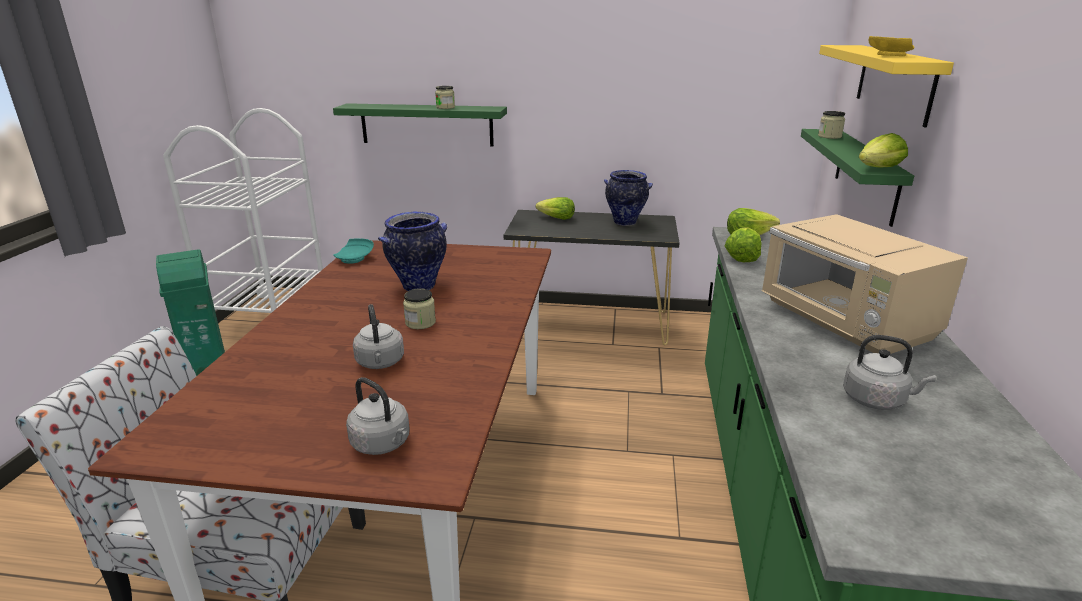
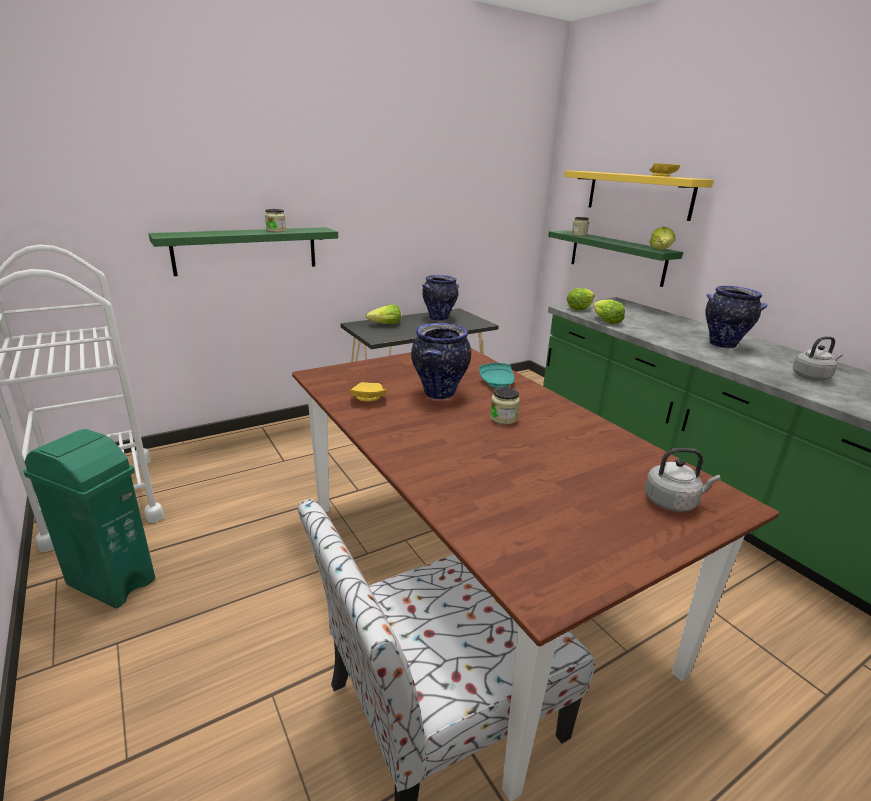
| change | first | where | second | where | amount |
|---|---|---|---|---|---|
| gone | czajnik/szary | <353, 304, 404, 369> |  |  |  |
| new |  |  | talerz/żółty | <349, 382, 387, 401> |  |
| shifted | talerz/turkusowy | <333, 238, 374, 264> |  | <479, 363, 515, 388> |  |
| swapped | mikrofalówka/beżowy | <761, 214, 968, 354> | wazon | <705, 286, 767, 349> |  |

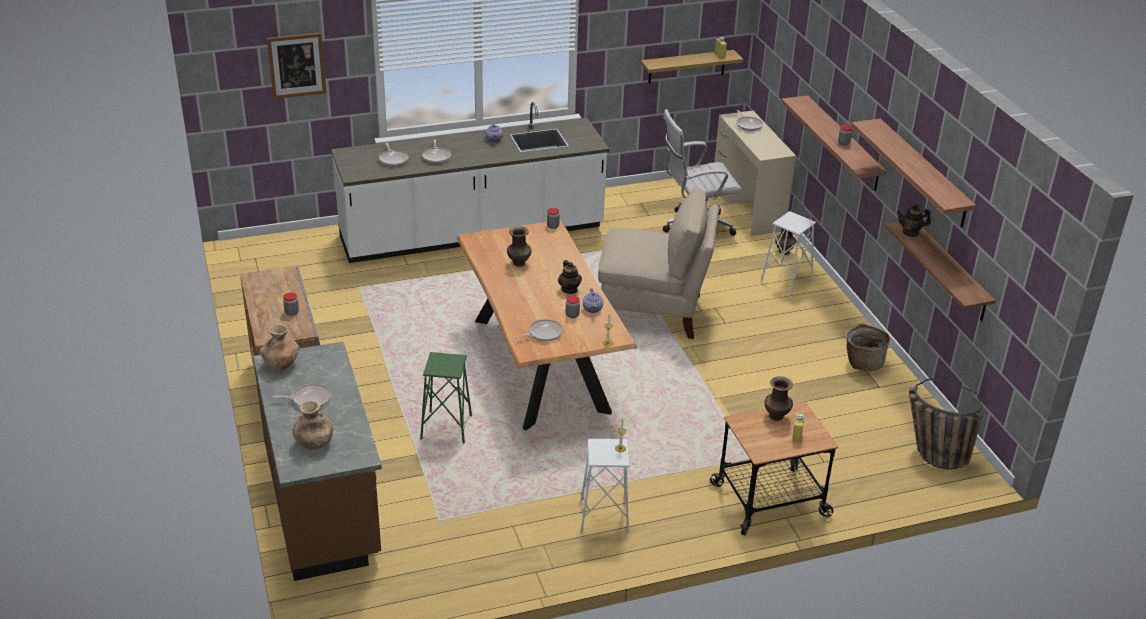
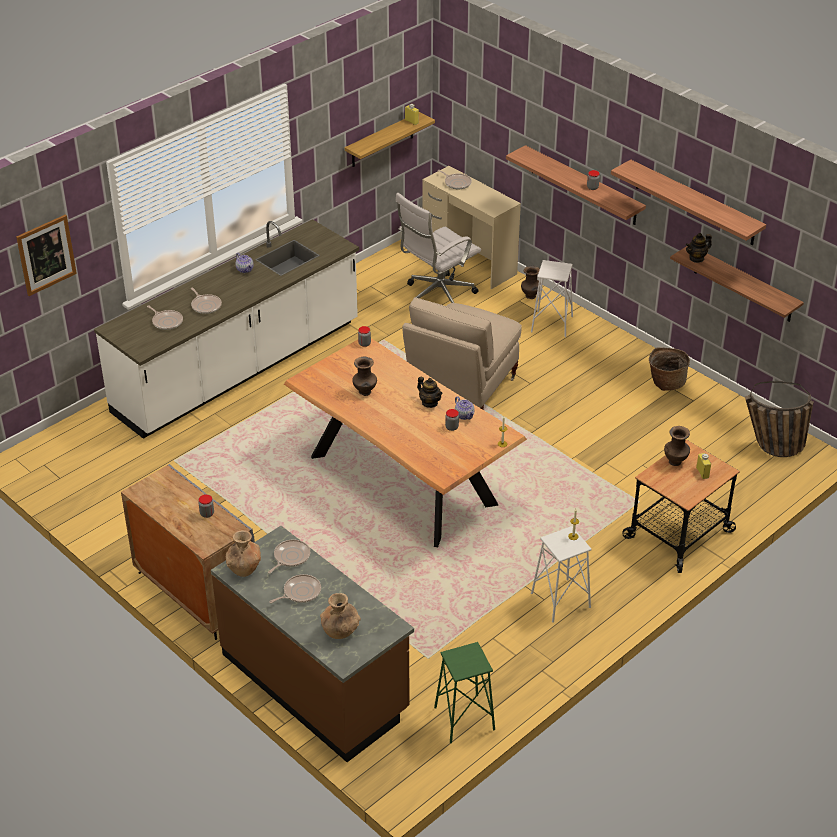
| change | first | where | second | where | amount |
|---|---|---|---|---|---|
| shifted | stołek/zielony | <420, 352, 472, 444> |  | <434, 642, 495, 743> |  |
| shifted | patelnia | <514, 319, 563, 341> |  | <268, 539, 310, 574> |  |
| rotated | krzesło/beżowy | <598, 187, 719, 339> |  | <402, 297, 522, 410> | 135 degrees clockwise |

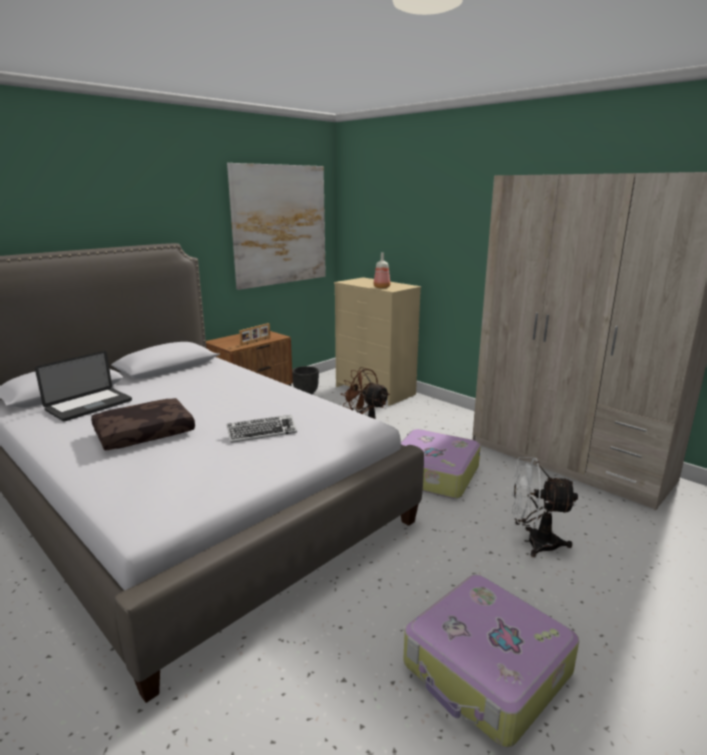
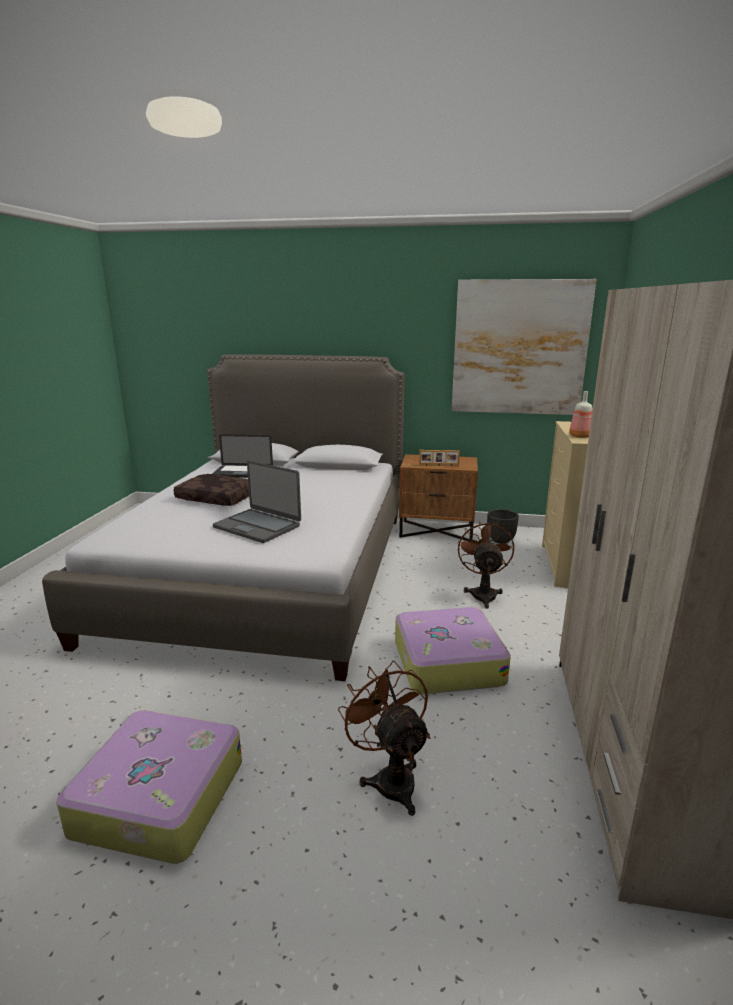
| change | first | where | second | where | amount |
|---|---|---|---|---|---|
| swapped | klawiatura | <227, 415, 297, 443> | laptop | <213, 460, 301, 543> |  |
| repainted | wentylator/biały | <512, 457, 578, 557> | wentylator/brązowy | <338, 661, 430, 816> |  |

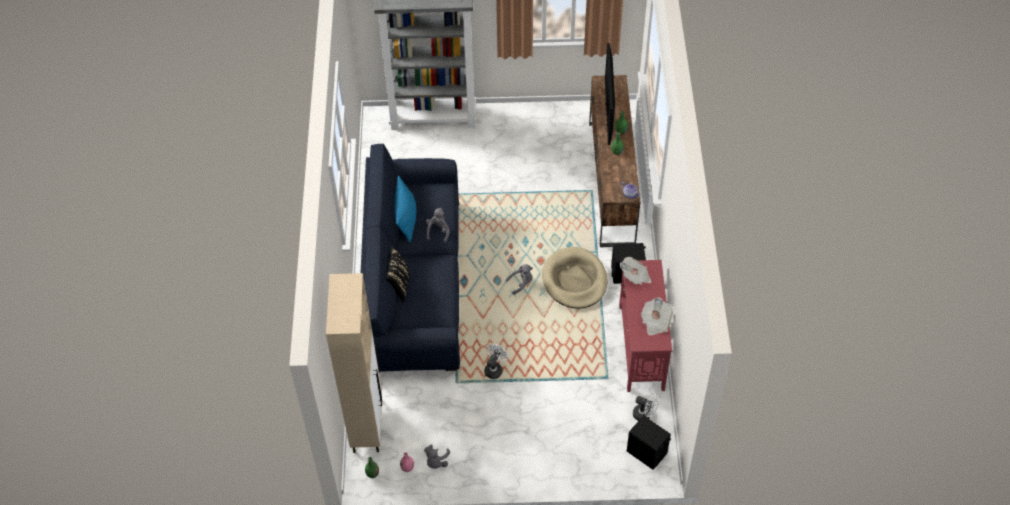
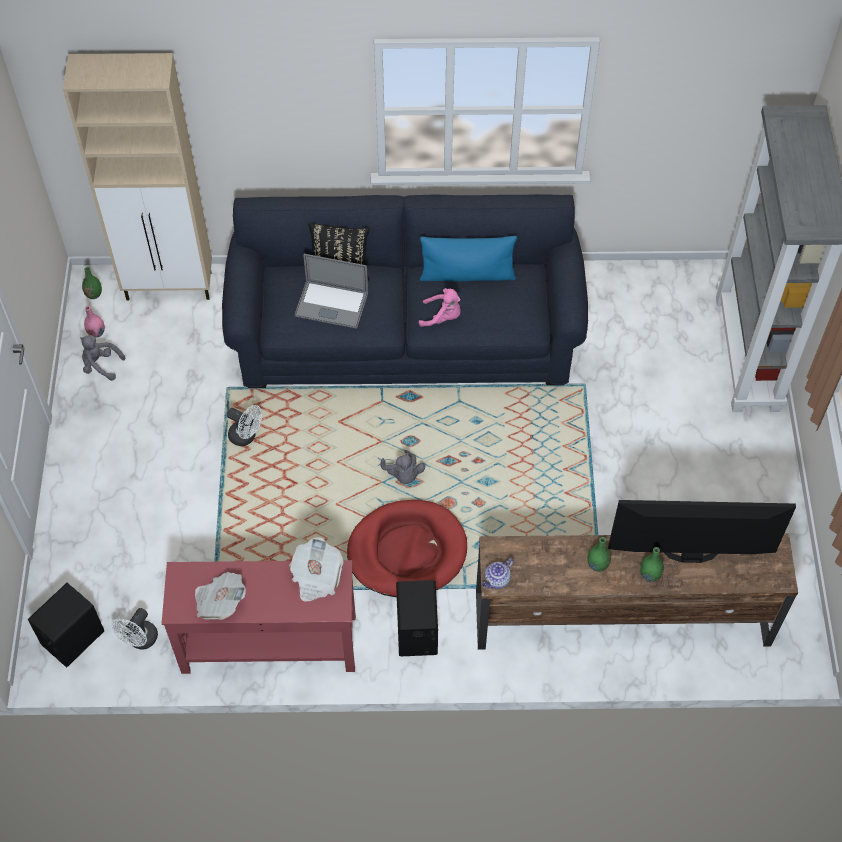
| change | first | where | second | where | amount |
|---|---|---|---|---|---|
| new |  |  | laptop | <295, 254, 368, 329> |  |
| repainted | pluszak/szary | <426, 208, 450, 243> | pluszak/różowy | <419, 288, 461, 327> |  |
| repainted | legowisko/beżowy | <542, 247, 608, 309> | legowisko/czerwony | <347, 500, 467, 597> |  |

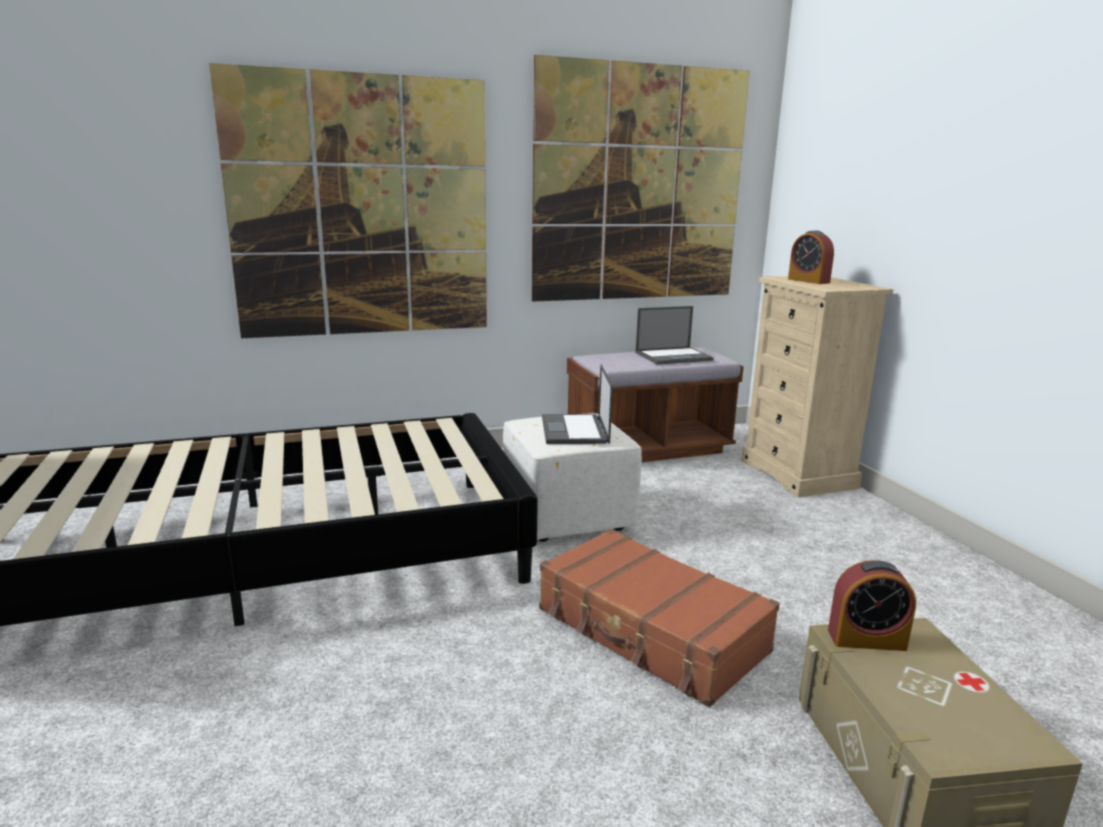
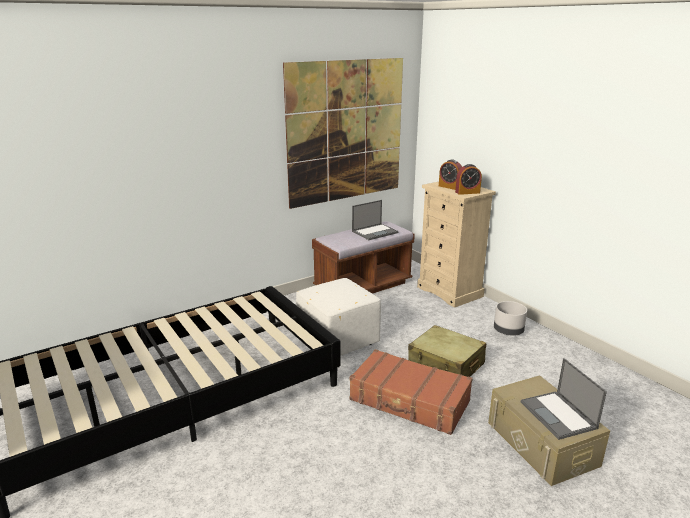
| change | first | where | second | where | amount |
|---|---|---|---|---|---|
| gone | obraz | <209, 63, 487, 338> |  |  |  |
| new |  |  | walizka/beżowy | <408, 325, 486, 377> |  |
| new |  |  | donica/szary | <494, 301, 527, 336> |  |
| shifted | laptop | <542, 365, 613, 444> |  | <521, 358, 607, 440> |  |
| shifted | budzik | <828, 560, 916, 651> |  | <455, 164, 482, 195> |  |

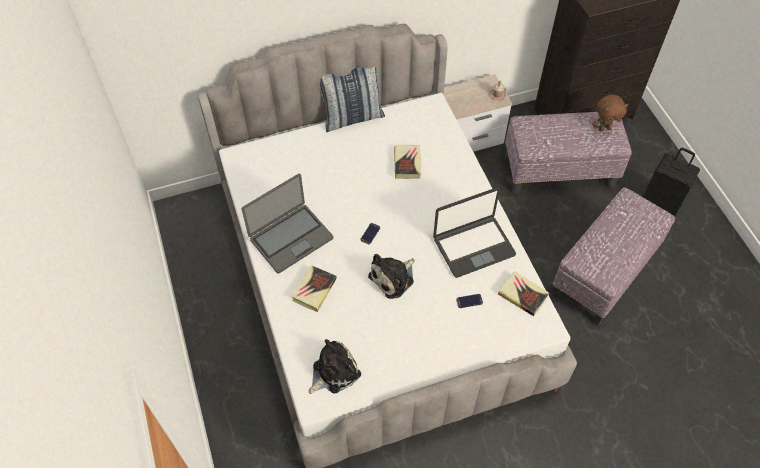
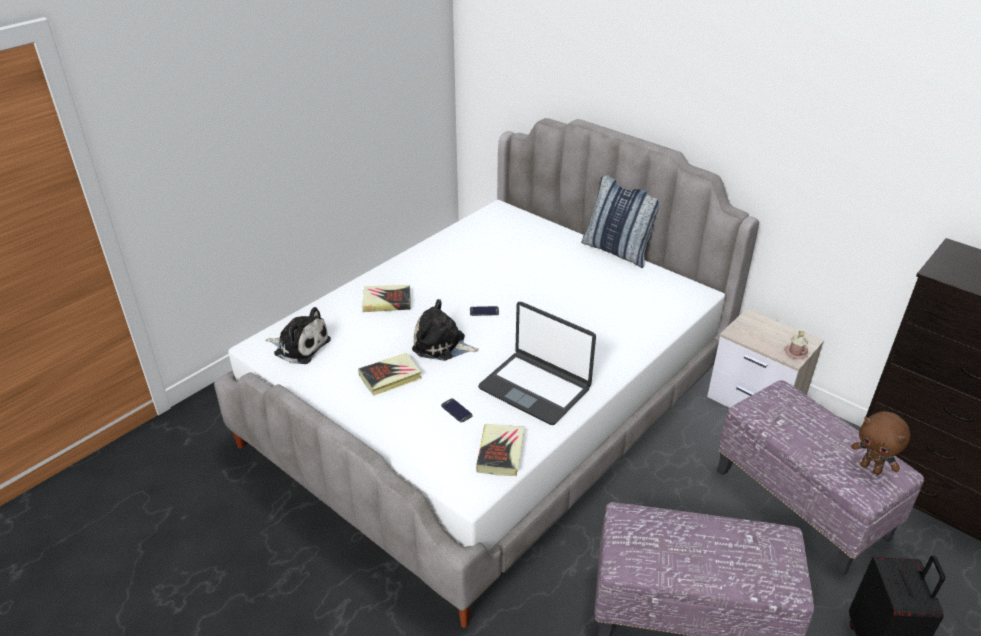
| change | first | where | second | where | amount |
|---|---|---|---|---|---|
| gone | laptop | <241, 174, 333, 273> |  |  |  |
| shifted | książka | <394, 145, 421, 179> |  | <358, 353, 422, 395> |  |

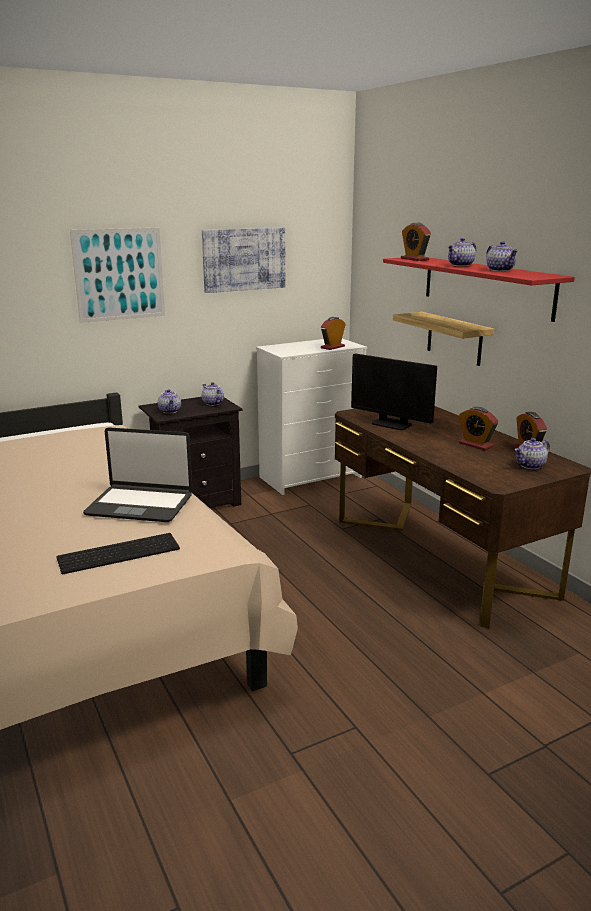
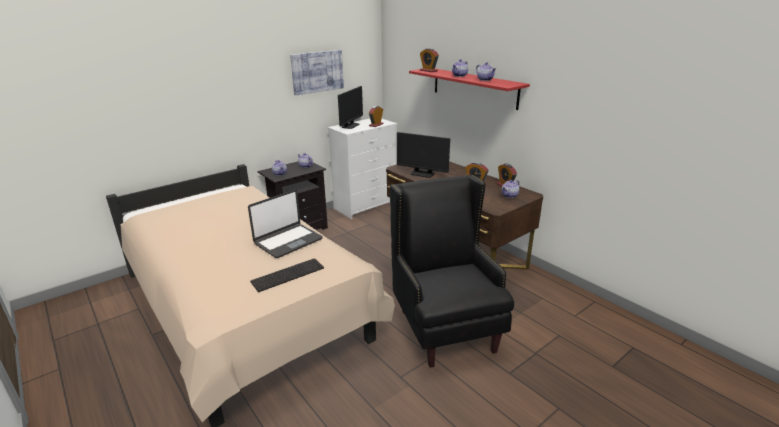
| change | first | where | second | where | amount |
|---|---|---|---|---|---|
| gone | obraz | <70, 228, 165, 323> |  |  |  |
| gone | półka | <393, 312, 494, 366> |  |  |  |
| new |  |  | monitor | <338, 86, 363, 129> |  |
| new |  |  | fotel/czarny | <390, 175, 514, 368> |  |
| rotated | laptop | <83, 427, 193, 522> |  | <248, 190, 323, 258> | 45 degrees counterclockwise |

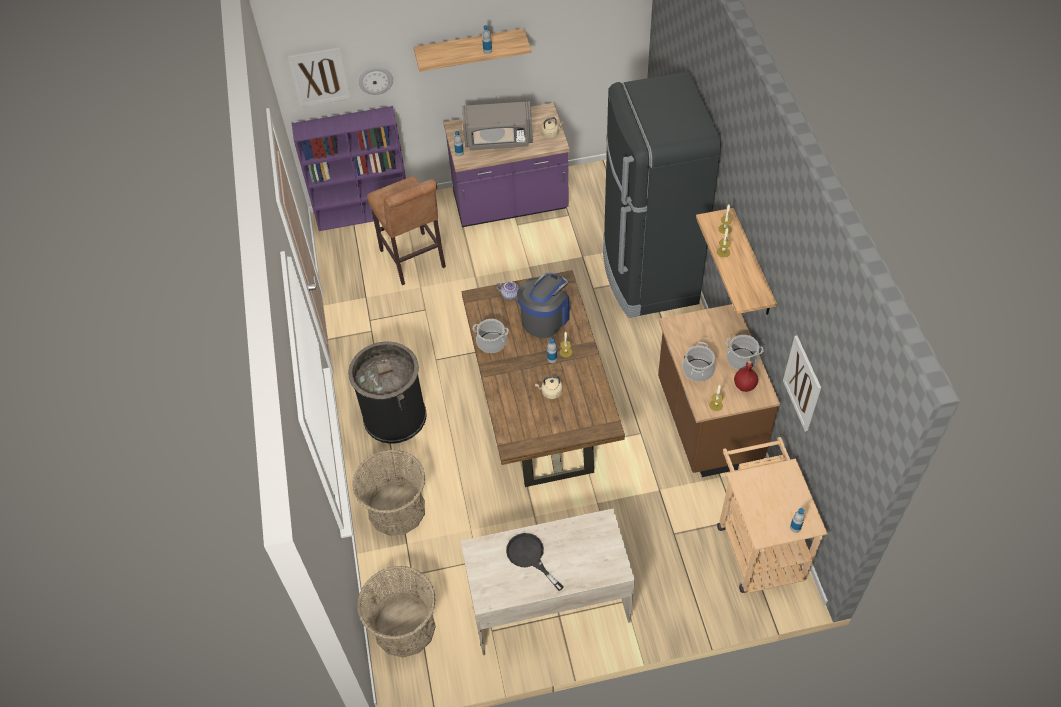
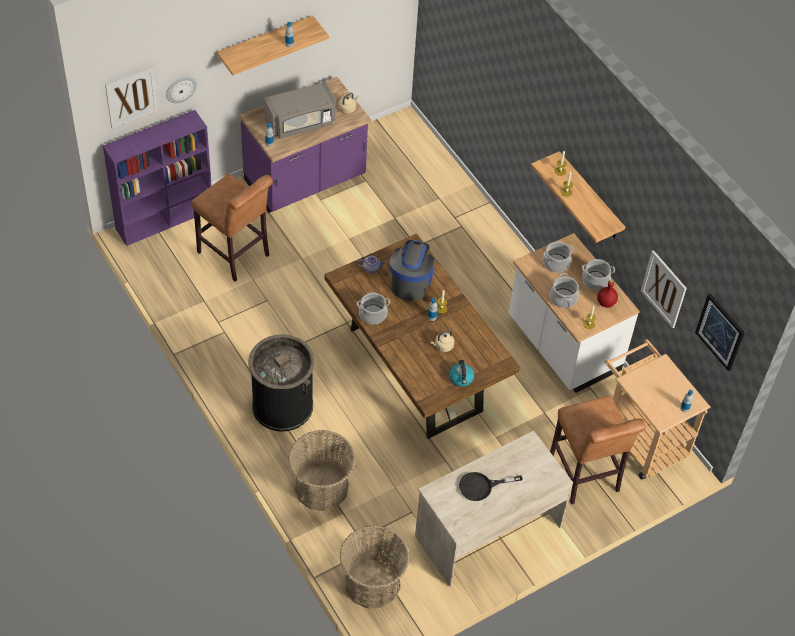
| change | first | where | second | where | amount |
|---|---|---|---|---|---|
| gone | lodówka/czarny | <603, 72, 721, 318> |  |  |  |
| new |  |  | czajnik | <449, 360, 474, 387> |  |
| new |  |  | garnek | <543, 241, 574, 273> |  |
| new |  |  | stołek/brązowy | <550, 395, 646, 504> |  |
| new |  |  | obraz | <695, 293, 745, 371> |  |
| repainted | zabudowa kuchenna/brązowy | <658, 304, 780, 477> | zabudowa kuchenna/biały | <509, 233, 640, 393> |  |
| rotated | patelnia/czarny | <506, 533, 564, 591> |  | <459, 472, 523, 501> | 45 degrees counterclockwise |

